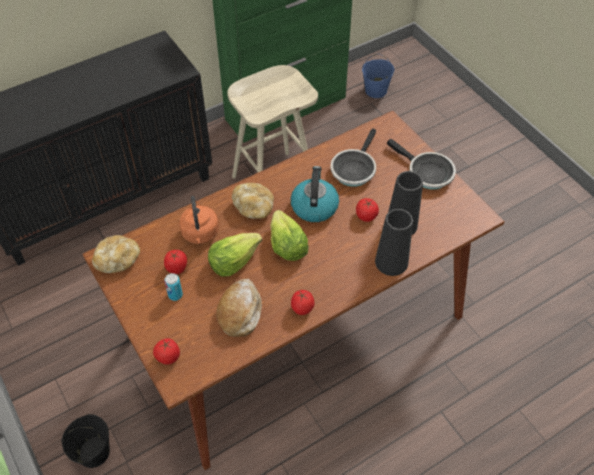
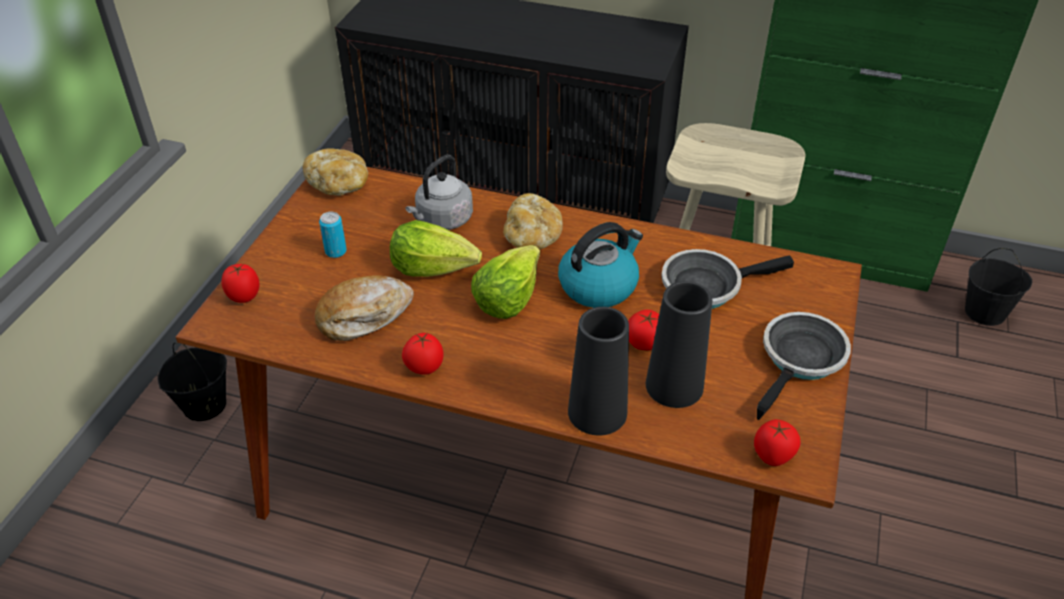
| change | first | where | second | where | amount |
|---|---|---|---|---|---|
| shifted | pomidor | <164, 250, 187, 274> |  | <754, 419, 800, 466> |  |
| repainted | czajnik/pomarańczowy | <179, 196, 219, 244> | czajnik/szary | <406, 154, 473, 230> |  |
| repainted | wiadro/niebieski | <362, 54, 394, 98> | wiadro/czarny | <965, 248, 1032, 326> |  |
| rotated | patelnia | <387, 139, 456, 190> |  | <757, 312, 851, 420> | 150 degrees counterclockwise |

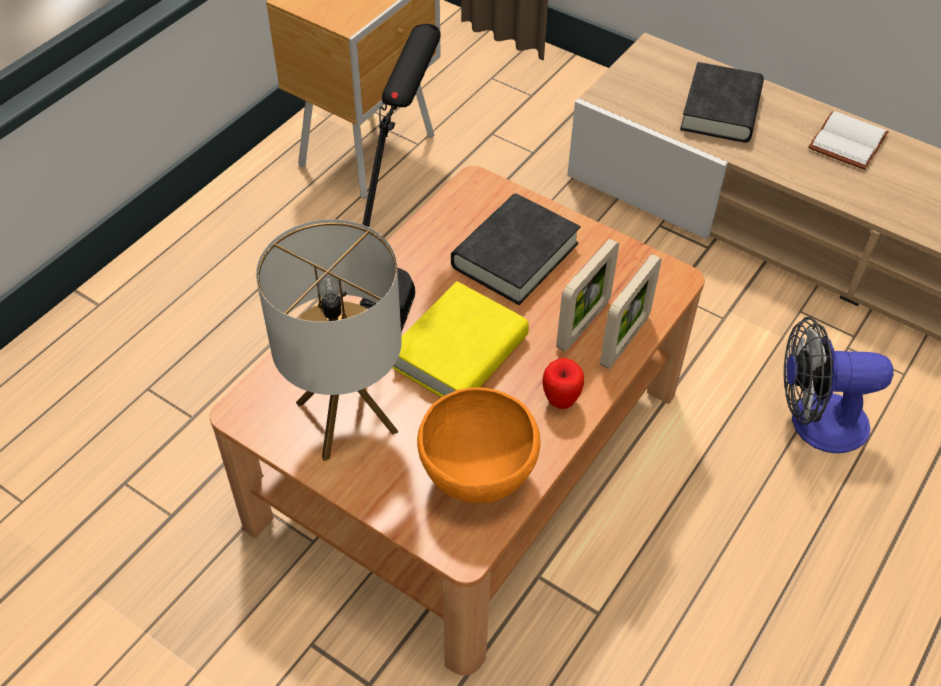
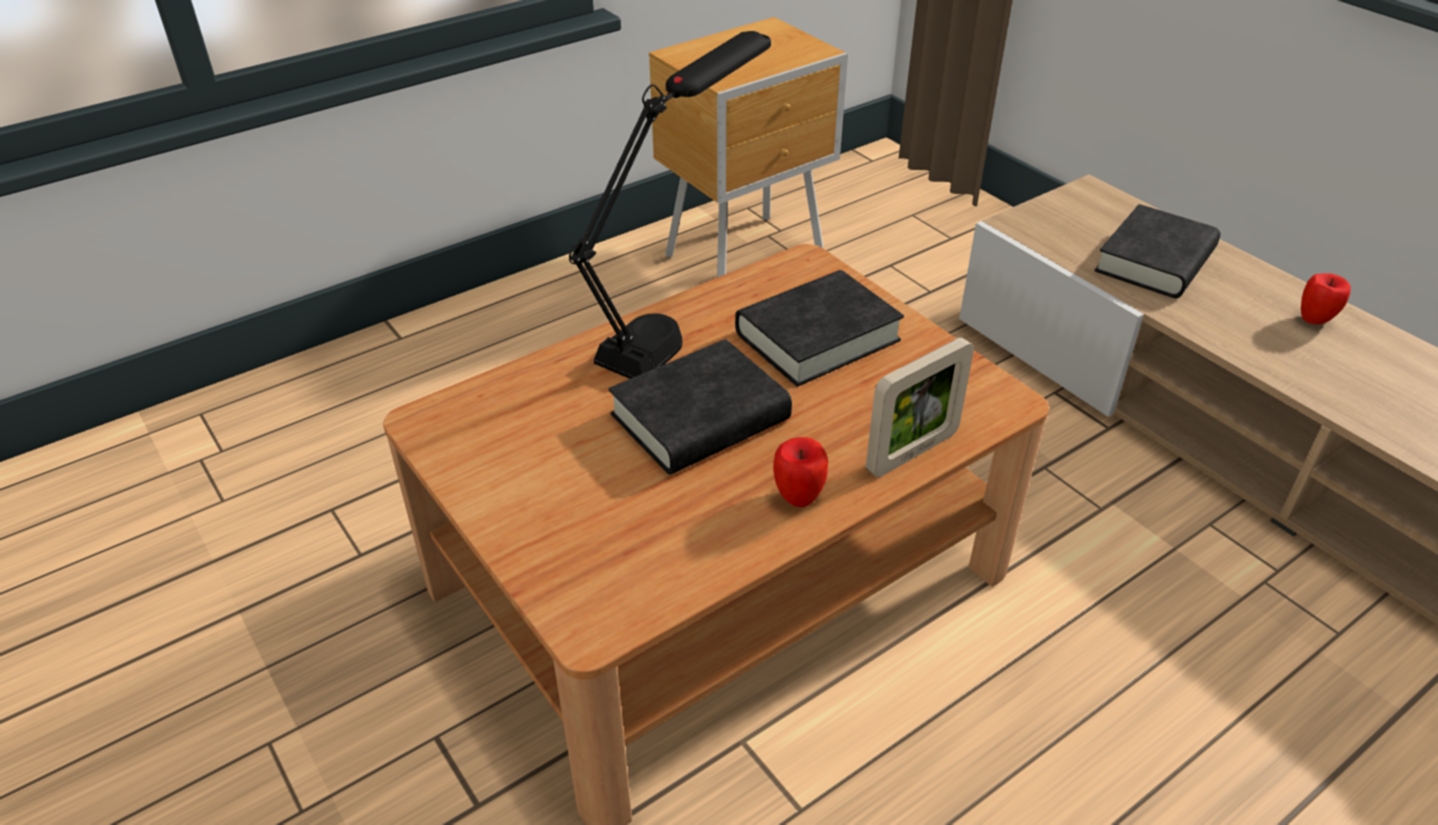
| change | first | where | second | where | amount |
|---|---|---|---|---|---|
| gone | lampa stołowa | <256, 219, 402, 461> |  |  |  |
| gone | miska/pomarańczowy | <417, 387, 540, 503> |  |  |  |
| gone | ramka na zdjęcie | <556, 239, 619, 351> |  |  |  |
| gone | wentylator | <784, 317, 894, 453> |  |  |  |
| swapped | książka/biały | <808, 111, 889, 170> | jabłko | <1301, 273, 1351, 324> |  |
| repainted | książka/żółty | <392, 281, 529, 397> | książka/czarny | <609, 339, 792, 475> |  |

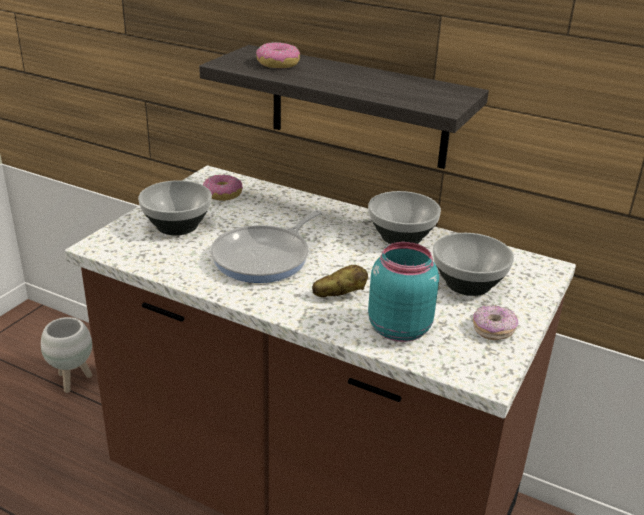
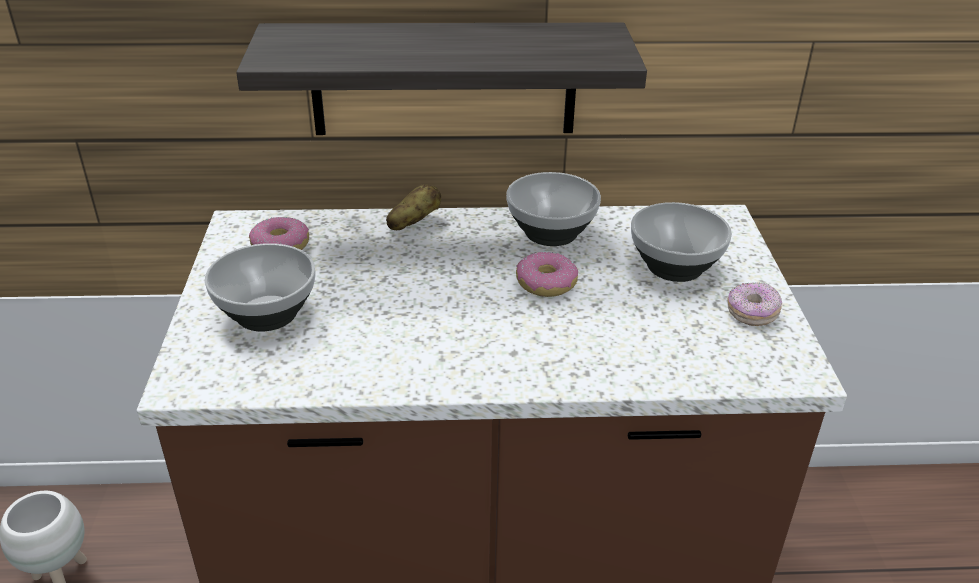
| change | first | where | second | where | amount |
|---|---|---|---|---|---|
| gone | patelnia | <211, 210, 322, 283> |  |  |  |
| gone | słoik/turkusowy | <368, 242, 439, 342> |  |  |  |
| shifted | donut | <256, 42, 300, 68> |  | <516, 251, 578, 297> |  |
| shifted | ziemniak | <312, 265, 368, 297> |  | <386, 184, 441, 230> |  |

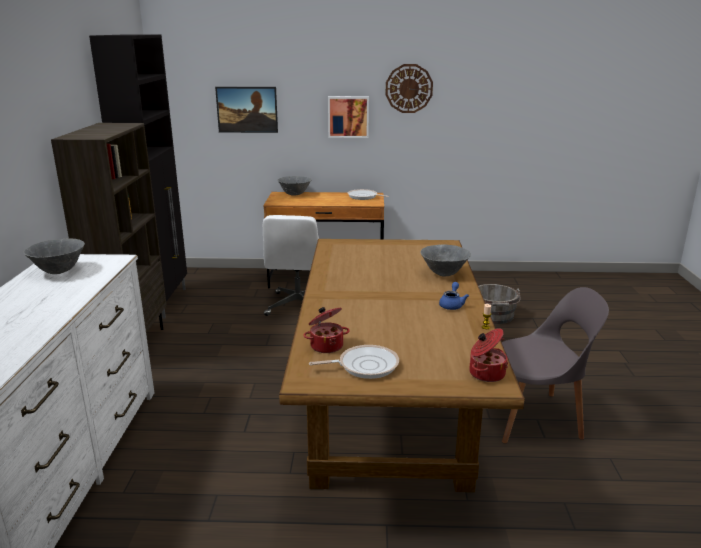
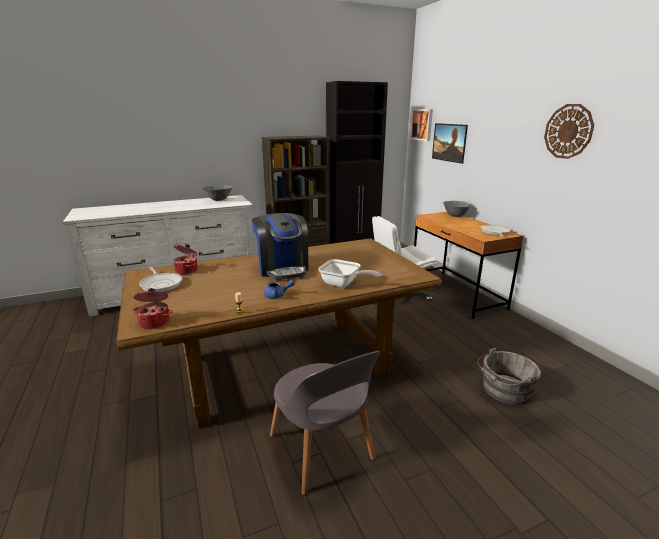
| change | first | where | second | where | amount |
|---|---|---|---|---|---|
| new |  |  | ekspres do kawy | <252, 213, 309, 280> |  |
| shifted | obraz | <328, 96, 369, 138> |  | <410, 109, 433, 141> |  |
| swapped | miska/szary | <421, 245, 471, 276> | patelnia | <318, 259, 382, 287> |  |

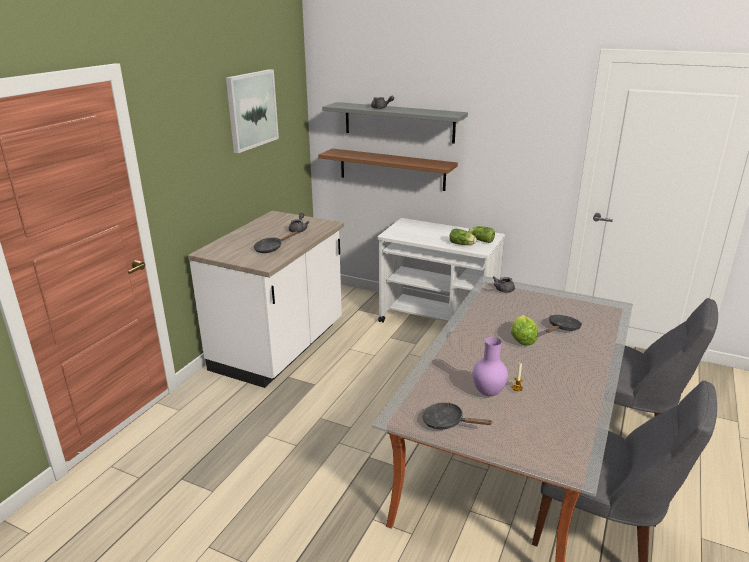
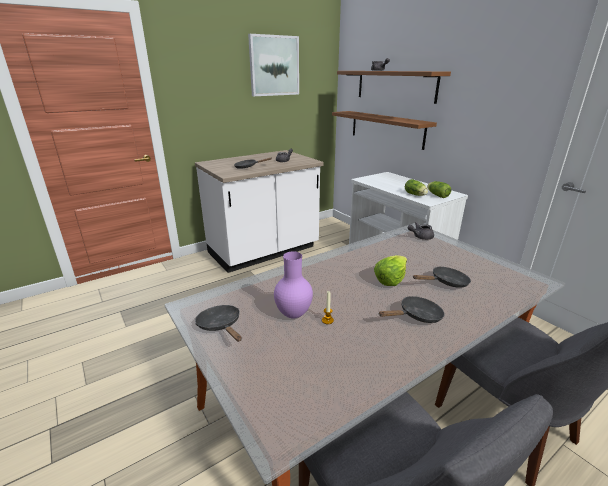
| change | first | where | second | where | amount |
|---|---|---|---|---|---|
| new |  |  | patelnia/czarny | <378, 296, 445, 323> |  |
| repainted | półka/szary | <322, 102, 468, 144> | półka/brązowy | <337, 71, 451, 104> |  |

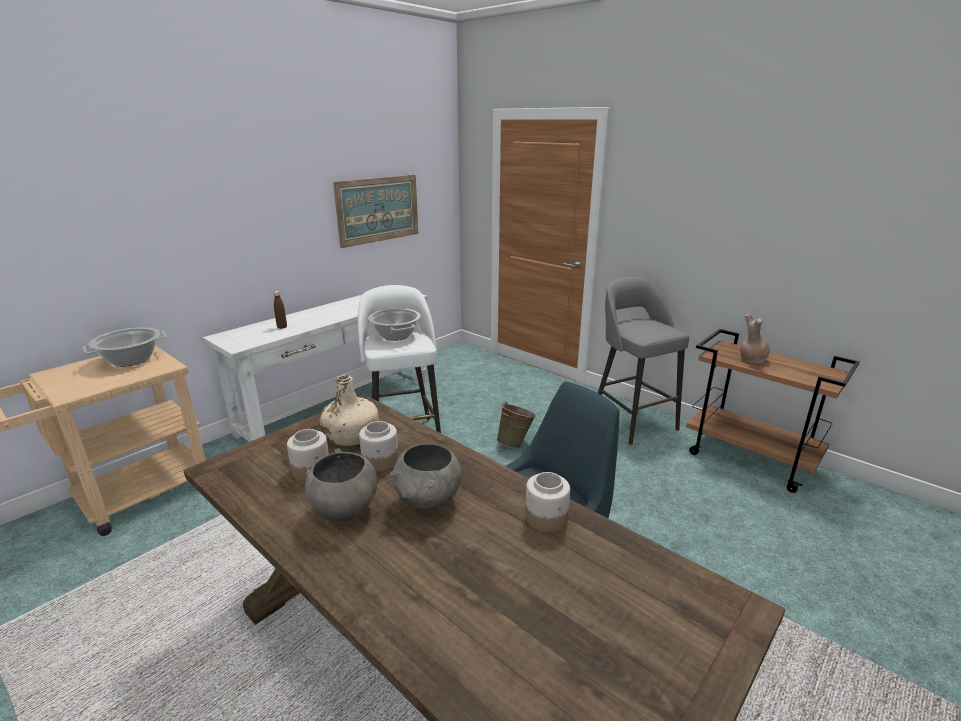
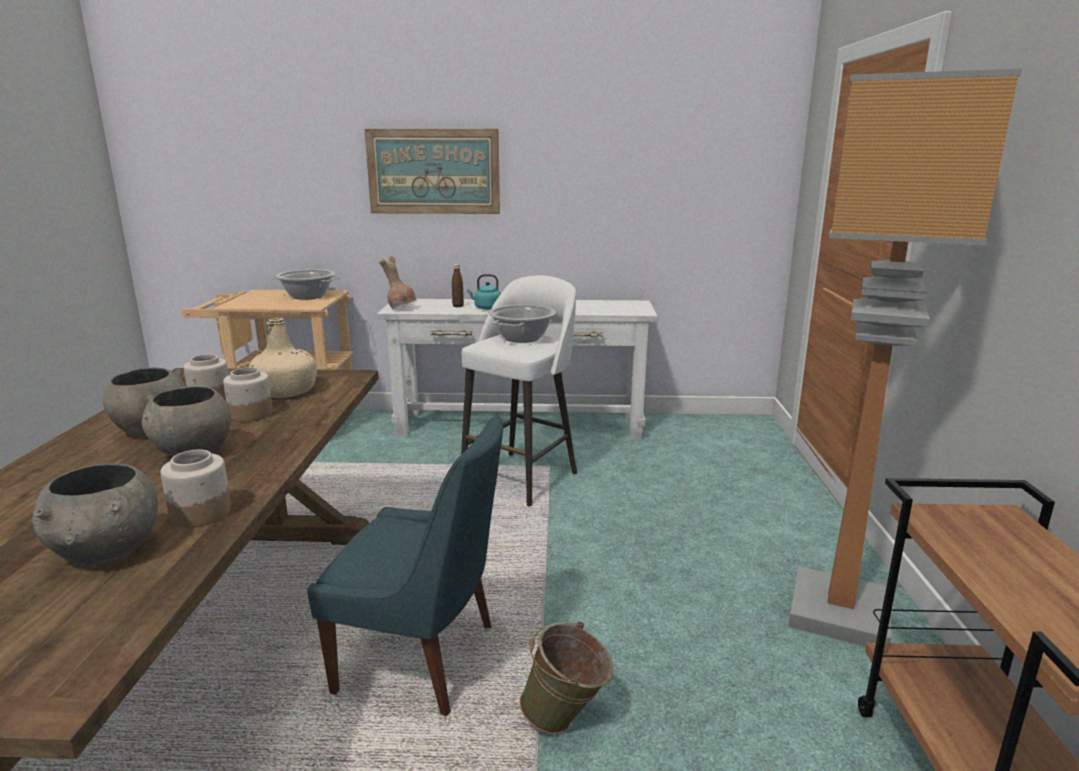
| change | first | where | second | where | amount |
|---|---|---|---|---|---|
| new |  |  | miska/szary | <33, 463, 158, 565> |  |
| new |  |  | czajnik/turkusowy | <467, 274, 501, 310> |  |
| shifted | obraz | <333, 175, 418, 248> |  | <364, 129, 500, 214> |  |
| shifted | wiadro/zielony | <497, 402, 536, 448> |  | <520, 621, 614, 734> |  |
| shifted | wazon/brązowy | <740, 314, 770, 363> |  | <379, 256, 416, 310> |  |
| swapped | stołek/szary | <598, 277, 689, 445> | lampa stojąca | <789, 69, 1022, 646> |  |

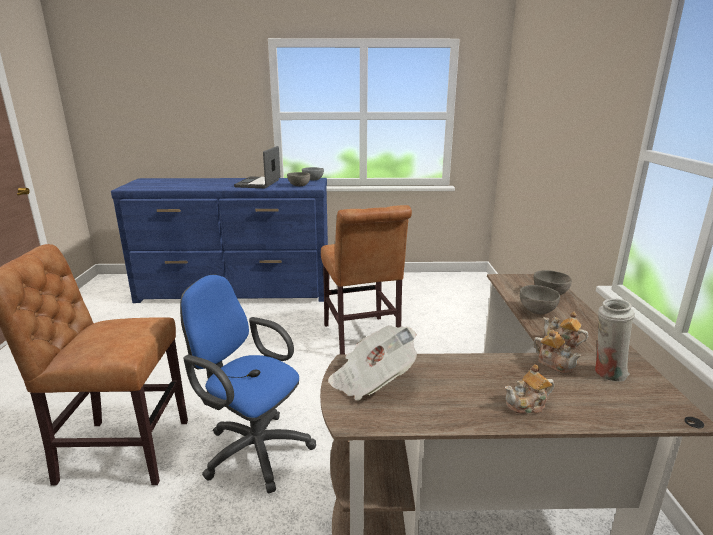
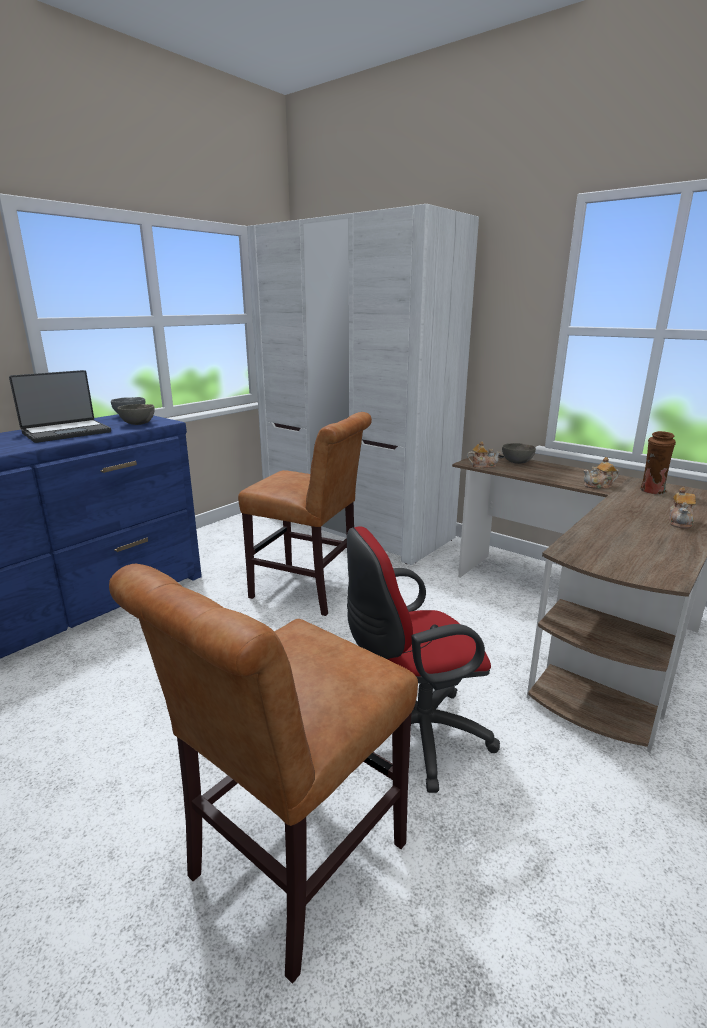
| change | first | where | second | where | amount |
|---|---|---|---|---|---|
| gone | gazeta | <328, 325, 417, 401> |  |  |  |
| gone | miska/szary | <520, 285, 560, 314> |  |  |  |
| new |  |  | szafa/biały | <247, 204, 479, 565> |  |
| shifted | imbryk | <533, 330, 581, 374> |  | <467, 441, 501, 468> |  |
| repainted | krzesło biurowe/niebieski | <180, 274, 316, 493> | krzesło biurowe/czerwony | <347, 526, 500, 793> |  |
| repainted | wazon/biały | <595, 299, 635, 382> | wazon/brązowy | <640, 431, 676, 495> |  |
| rotated | laptop | <234, 146, 281, 188> |  | <9, 370, 111, 443> | 90 degrees counterclockwise |

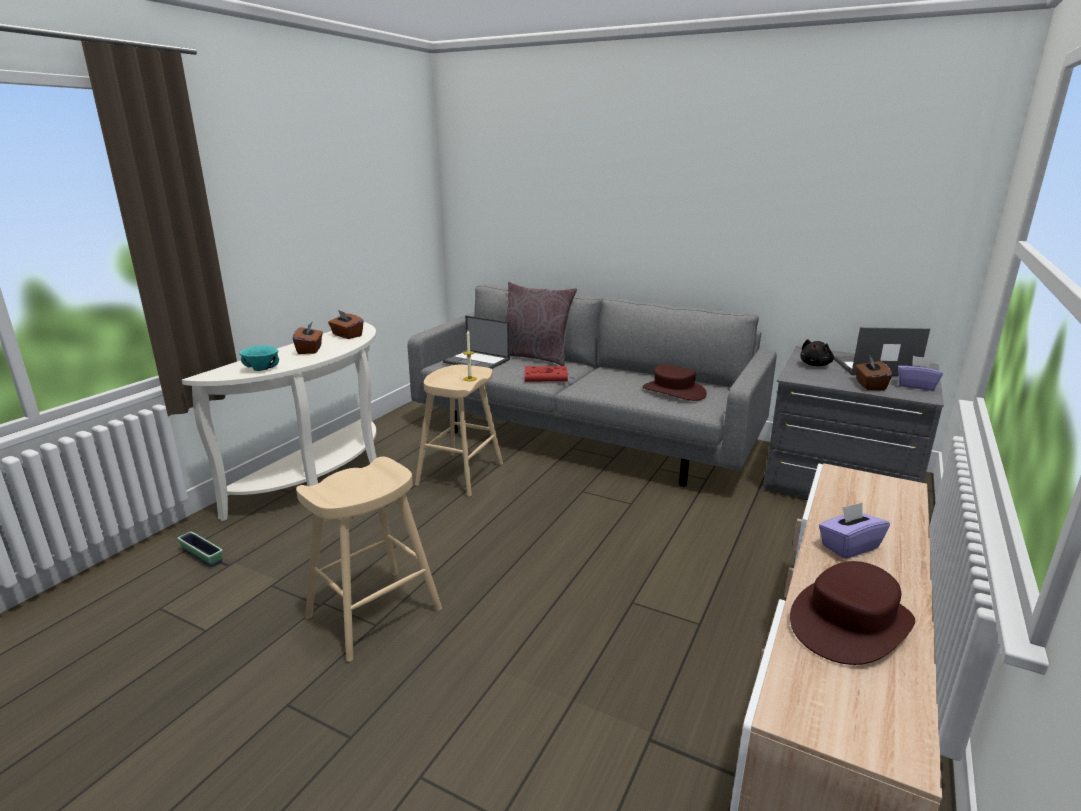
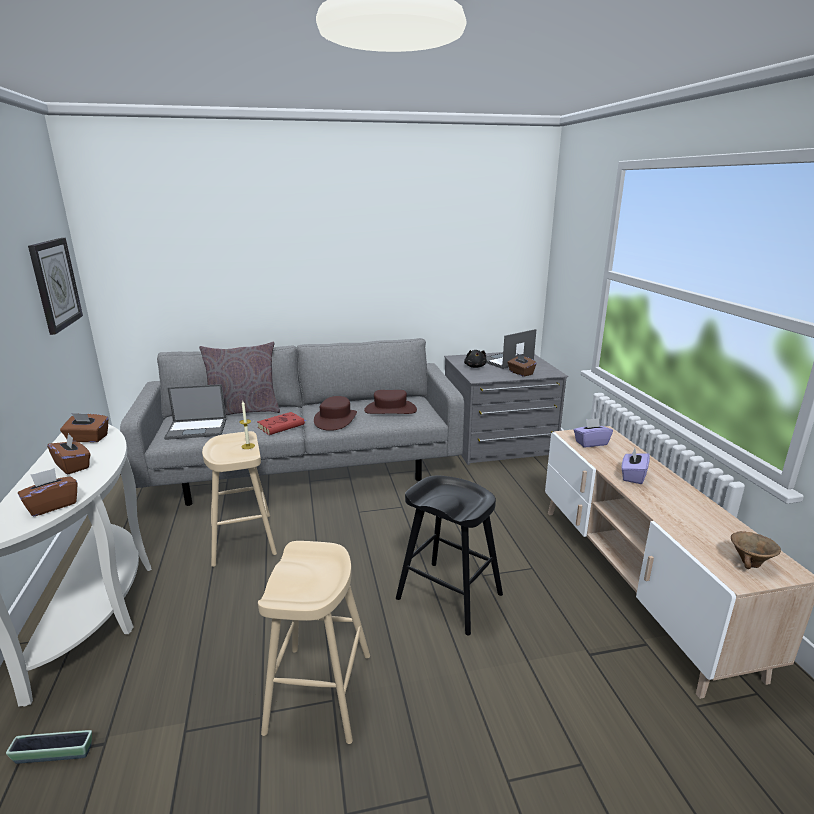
| change | first | where | second | where | amount |
|---|---|---|---|---|---|
| new |  |  | zegar ścienny | <28, 238, 83, 335> |  |
| new |  |  | stołek/czarny | <396, 476, 503, 635> |  |
| new |  |  | miska/brązowy | <731, 531, 781, 569> |  |
| shifted | kapelusz/brązowy | <790, 561, 915, 665> |  | <314, 396, 357, 431> |  |
| shifted | pudełko chusteczek/fioletowy | <898, 356, 943, 391> |  | <574, 418, 613, 447> |  |
| swapped | miska/turkusowy | <239, 345, 279, 371> | pudełko chusteczek/brązowy | <18, 468, 77, 517> |  |

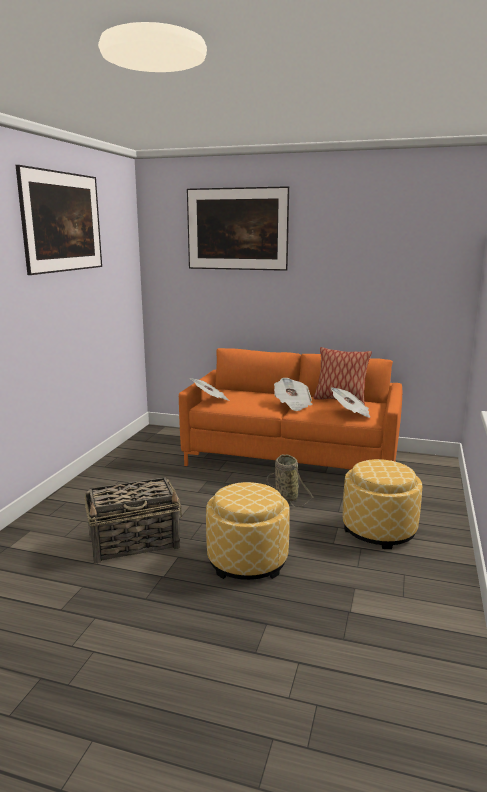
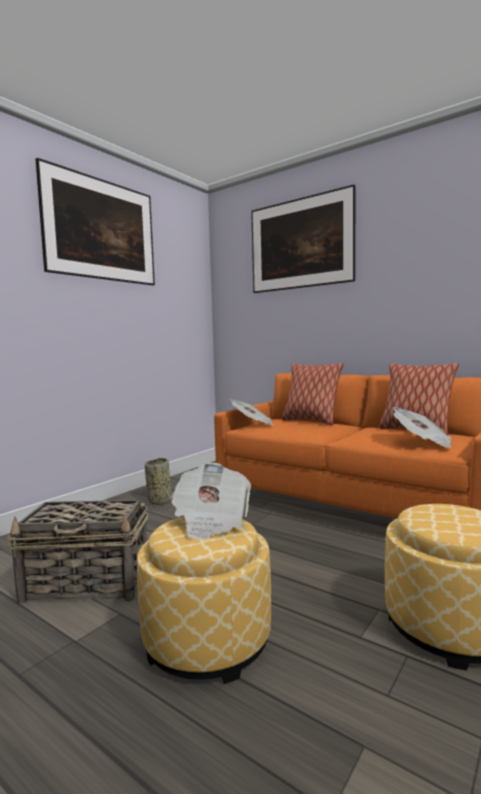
| change | first | where | second | where | amount |
|---|---|---|---|---|---|
| new |  |  | poduszka | <282, 363, 343, 426> |  |
| shifted | koszyk | <267, 455, 313, 507> |  | <145, 458, 172, 508> |  |
| shifted | gazeta | <274, 378, 313, 411> |  | <170, 463, 251, 540> |  |

